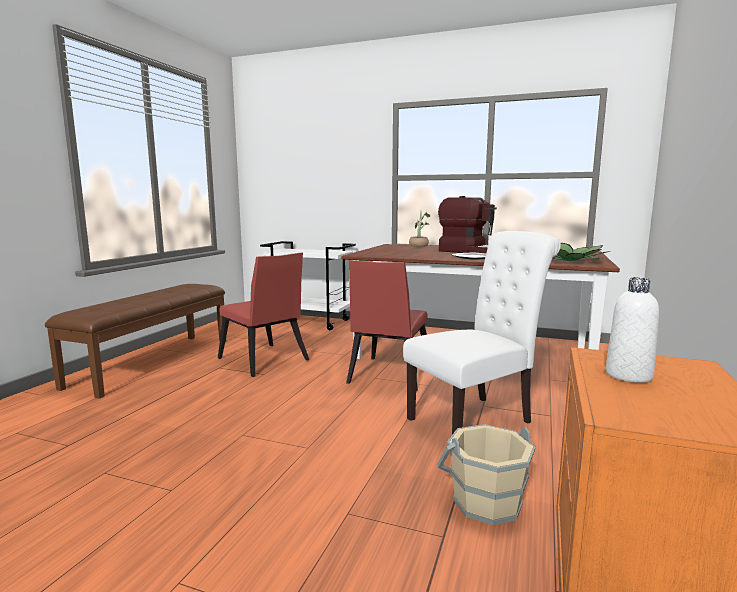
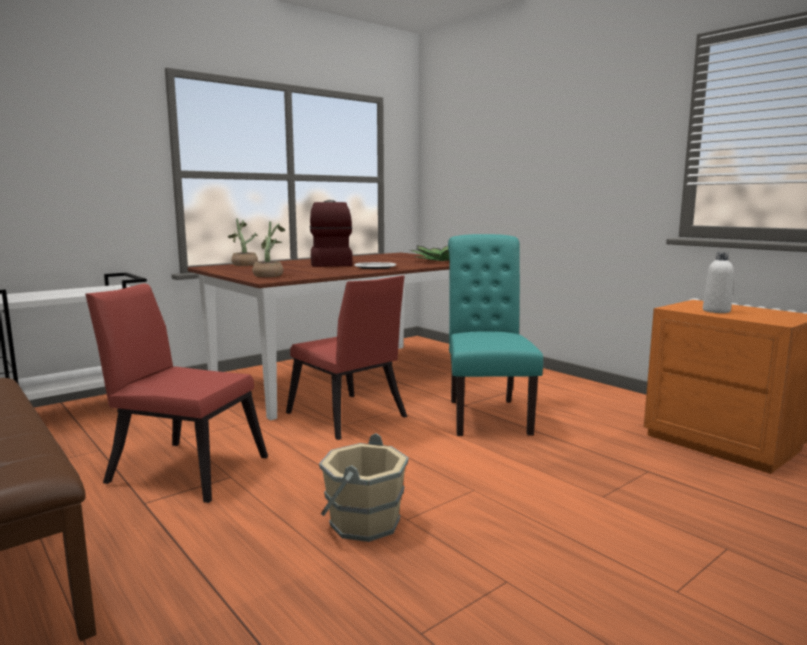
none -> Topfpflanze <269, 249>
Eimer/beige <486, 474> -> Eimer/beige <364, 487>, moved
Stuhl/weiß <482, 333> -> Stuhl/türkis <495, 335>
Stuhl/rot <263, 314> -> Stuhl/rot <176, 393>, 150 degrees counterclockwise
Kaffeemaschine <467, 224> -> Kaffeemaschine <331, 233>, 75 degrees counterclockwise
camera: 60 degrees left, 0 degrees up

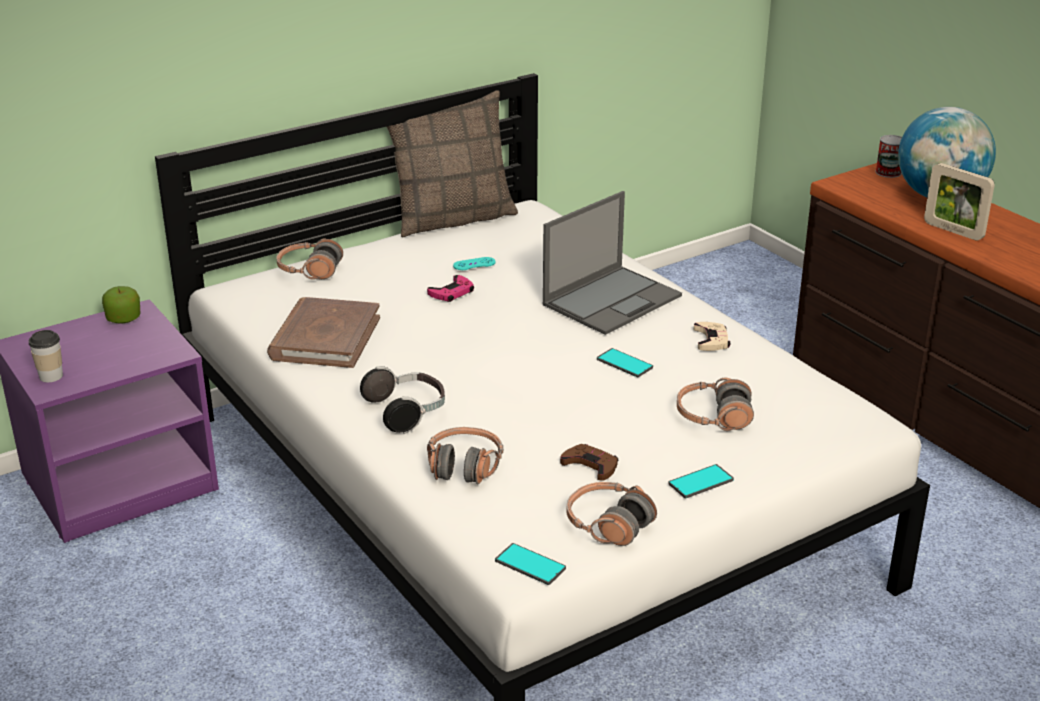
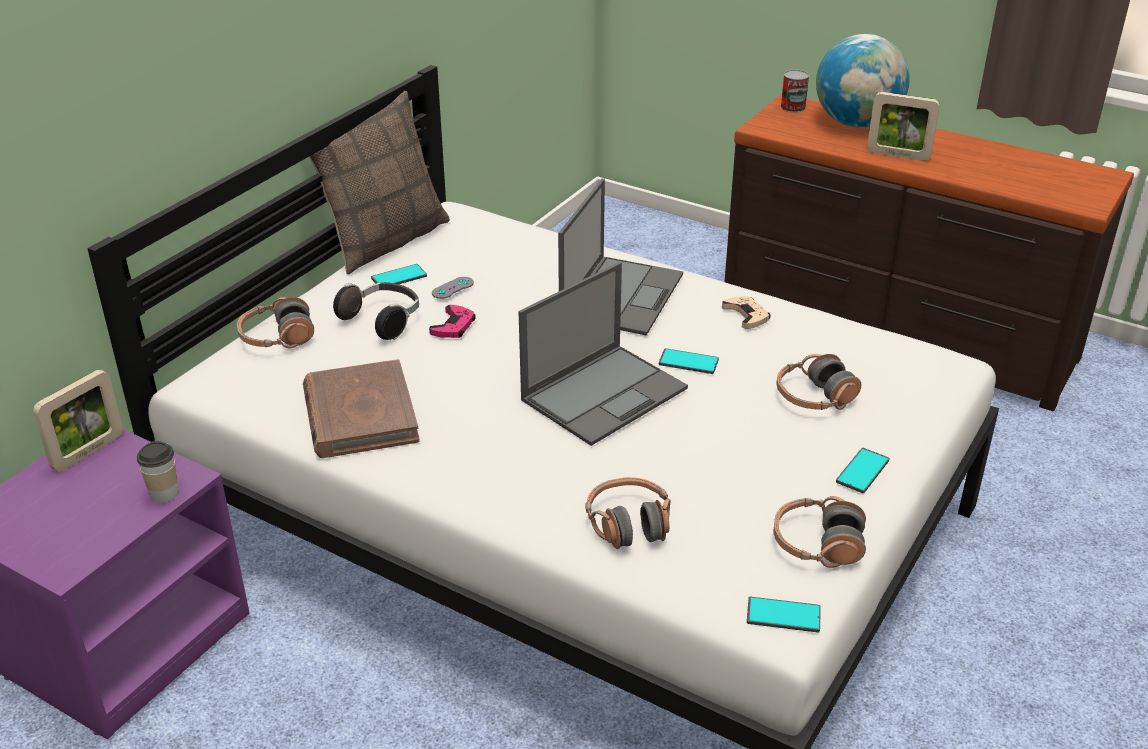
Gamepad/braun <589, 462> -> none
none -> Handy <399, 274>
none -> Laptop <603, 354>
Tasse <45, 356> -> Tasse <157, 472>, moved
Kopfhörer <402, 400> -> Kopfhörer <376, 311>, moved
Apfel <121, 305> -> Bilderrahmen <78, 420>
Gamepad/türkis <474, 263> -> Gamepad/grau <453, 288>
camera: 25 degrees left, 5 degrees up

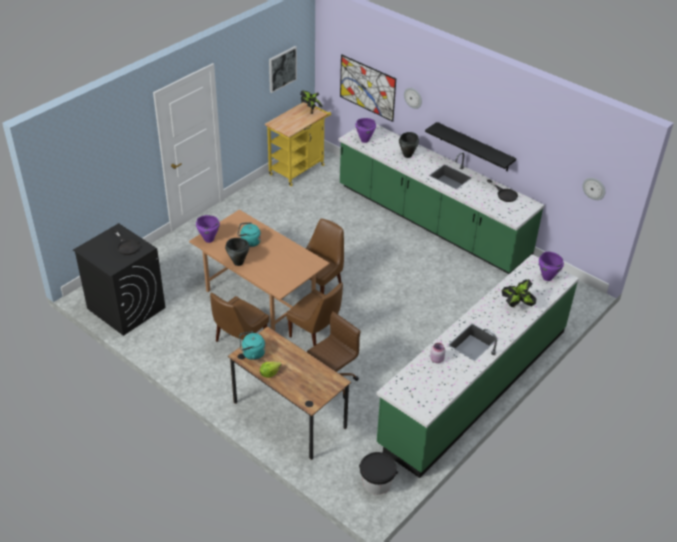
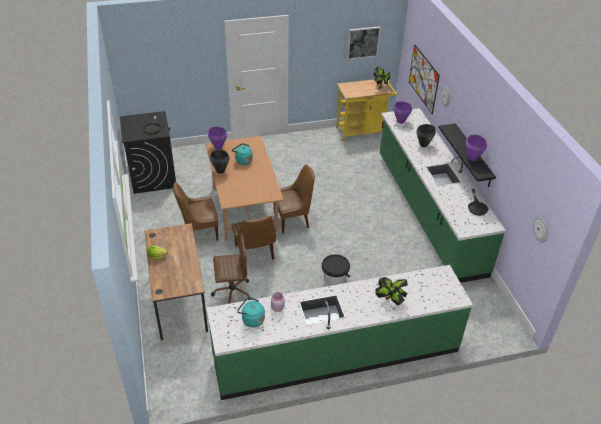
Wasserkessel/türkis <252, 345> -> Wasserkessel/türkis <251, 312>, moved
Eimer/schwarz <378, 473> -> Eimer/schwarz <336, 270>, moved
Kochtopf/lila <551, 266> -> Kochtopf/lila <476, 148>, moved
camera: 35 degrees right, 0 degrees up

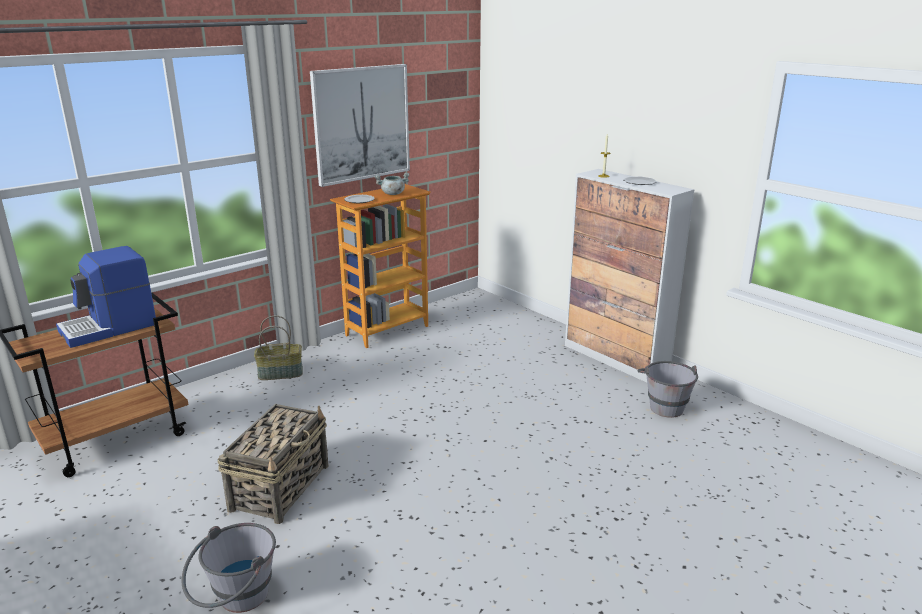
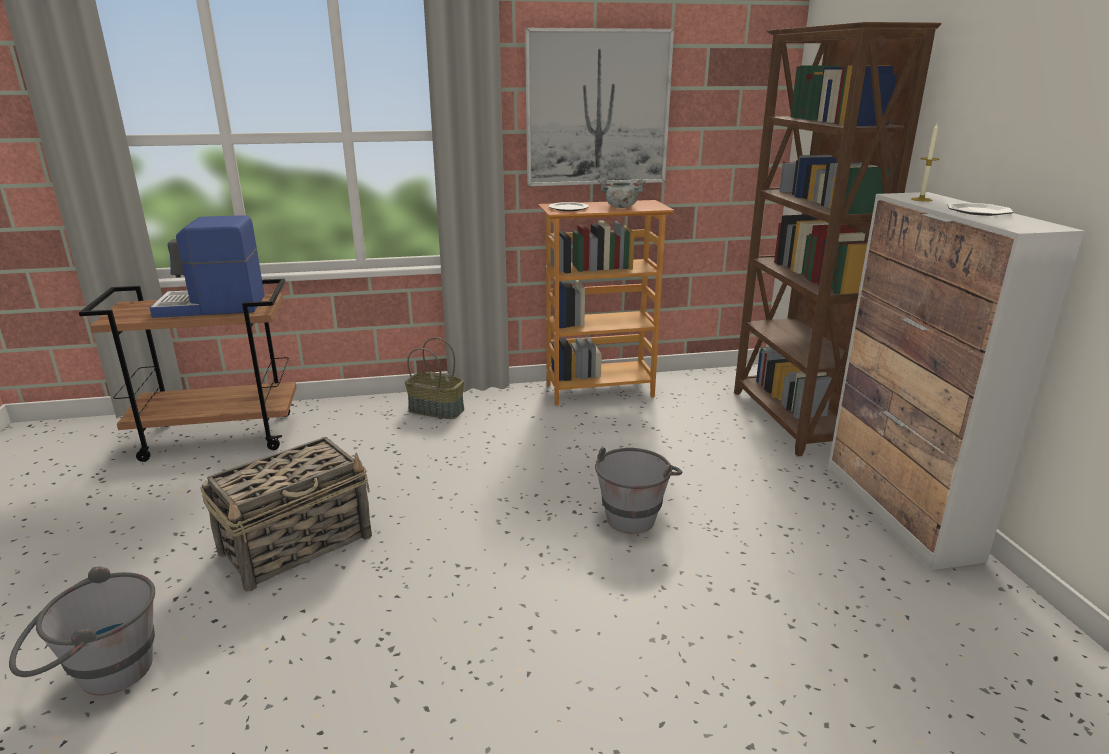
none -> Bücherregal/braun <838, 239>
Eimer/grau <667, 389> -> Eimer/grau <638, 491>, moved
camera: 30 degrees right, 0 degrees up

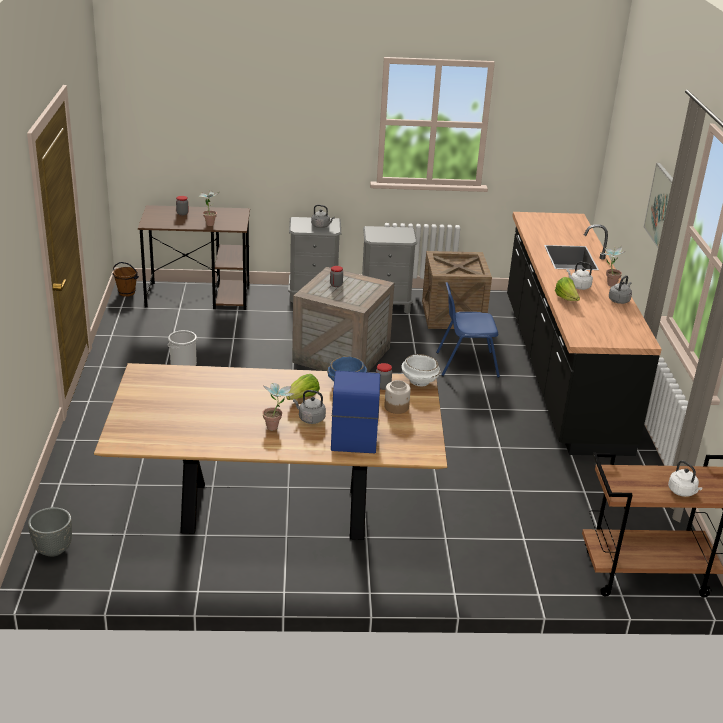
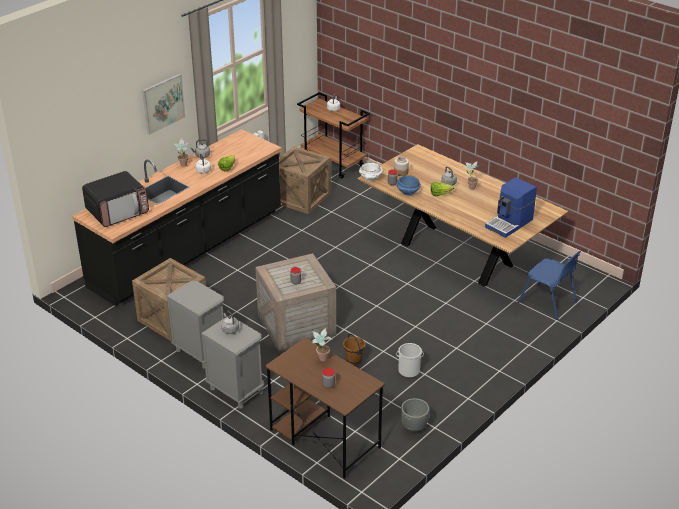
none -> Mikrowelle <115, 199>
none -> Kiste <304, 180>
Pflanzkübel/grau <50, 532> -> Pflanzkübel/grau <415, 415>, moved
Eimer/braun <126, 279> -> Eimer/braun <354, 349>, moved
Kaffeemaschine <355, 412> -> Kaffeemaschine <511, 207>, moved
Stuhl/blau <468, 330> -> Stuhl/blau <549, 285>, moved
camera: 135 degrees left, 5 degrees up

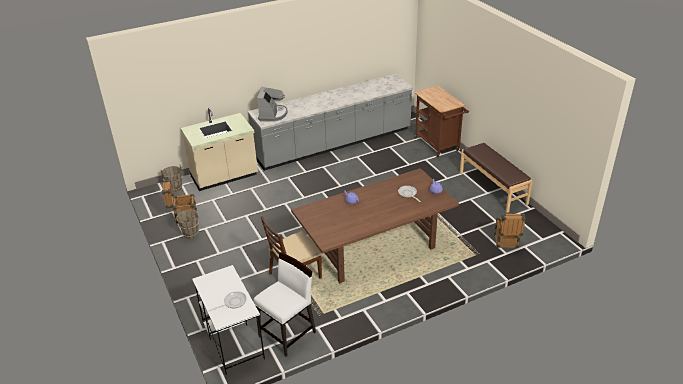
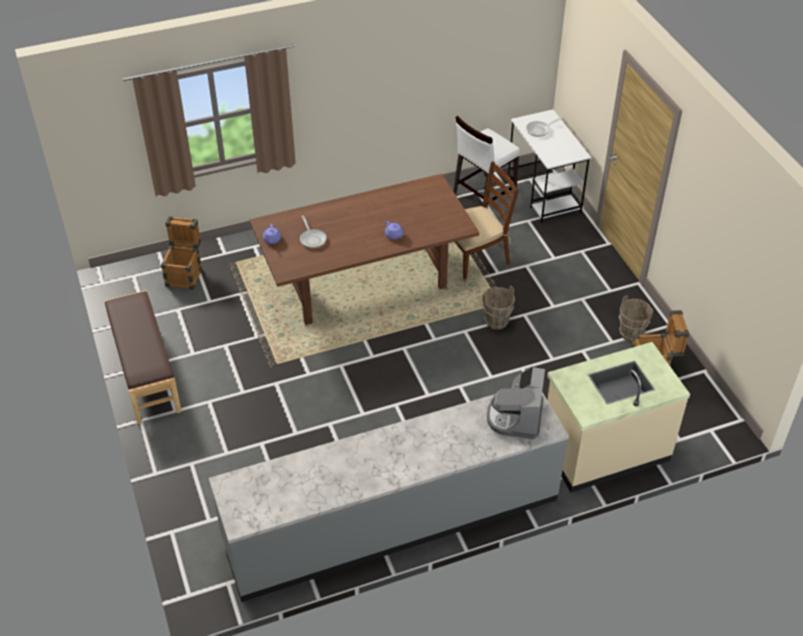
Rollwagen/braun <441, 121> -> none
Eimer/braun <172, 178> -> Eimer/braun <499, 307>, moved
camera: 175 degrees left, 10 degrees up

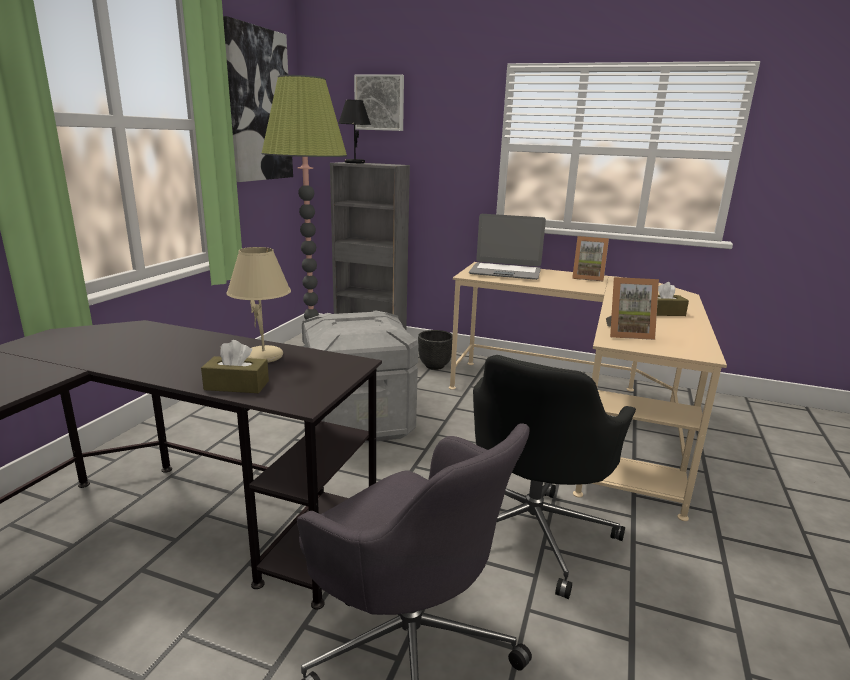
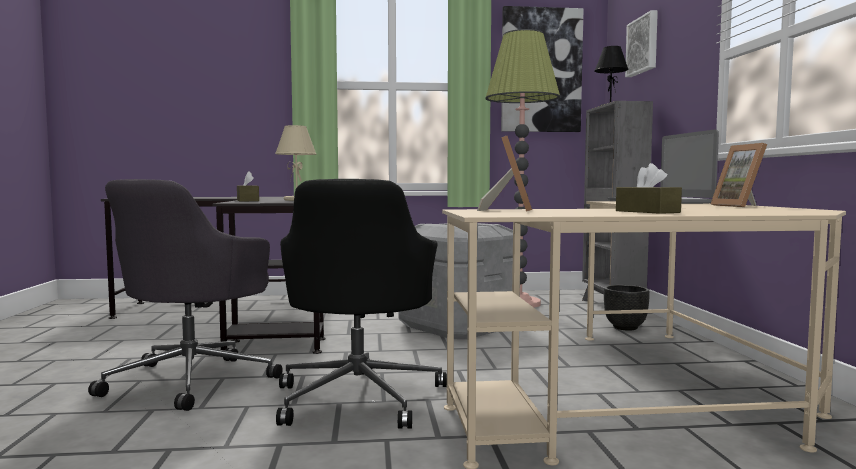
Bürostuhl/schwarz <554, 477> -> Bürostuhl/schwarz <361, 304>, 90 degrees counterclockwise
Bilderrahmen <632, 308> -> Bilderrahmen <504, 174>, 150 degrees counterclockwise
camera: 65 degrees right, 15 degrees down

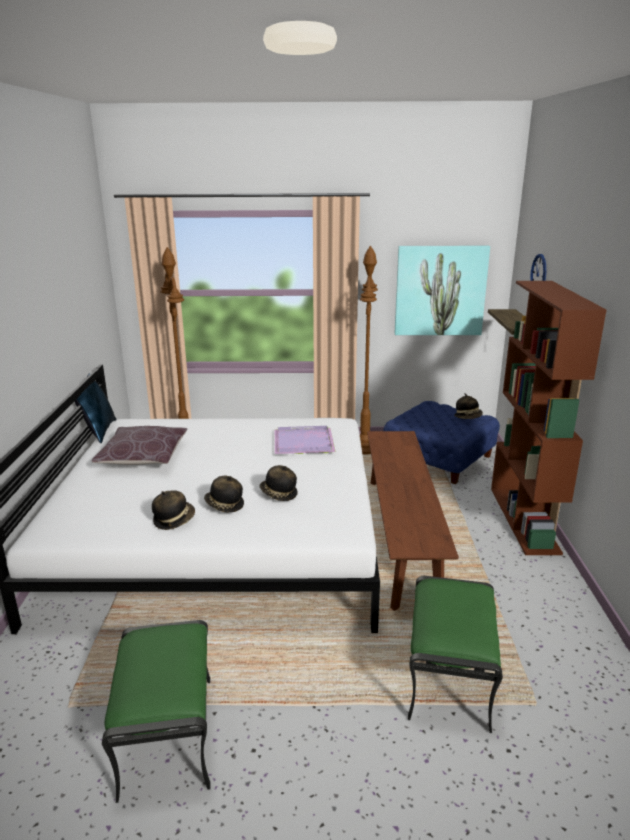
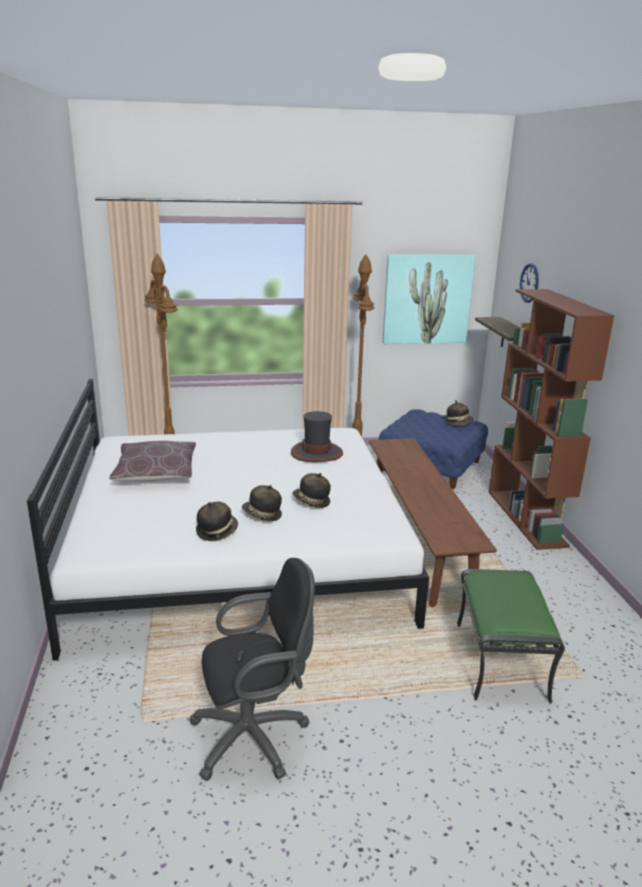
Kissen/blau <95, 408> -> none
Polsterhocker/grün <156, 711> -> Bürostuhl/schwarz <252, 669>
Tablett/lila <305, 440> -> Hut <317, 436>
camera: 10 degrees left, 0 degrees up

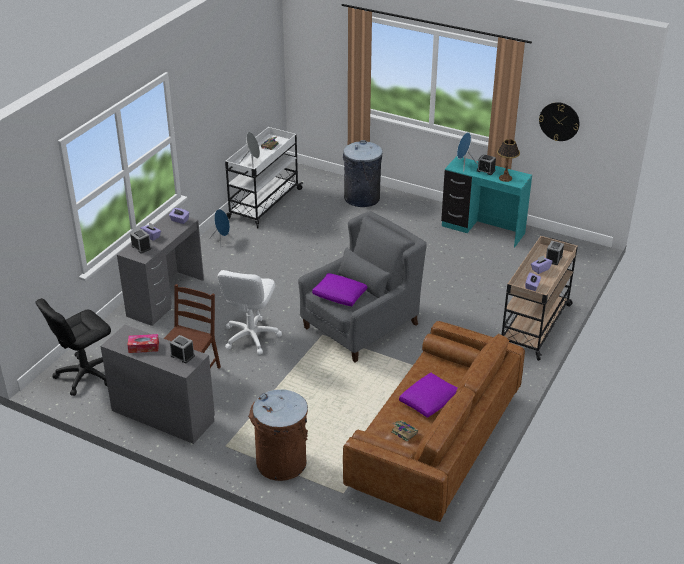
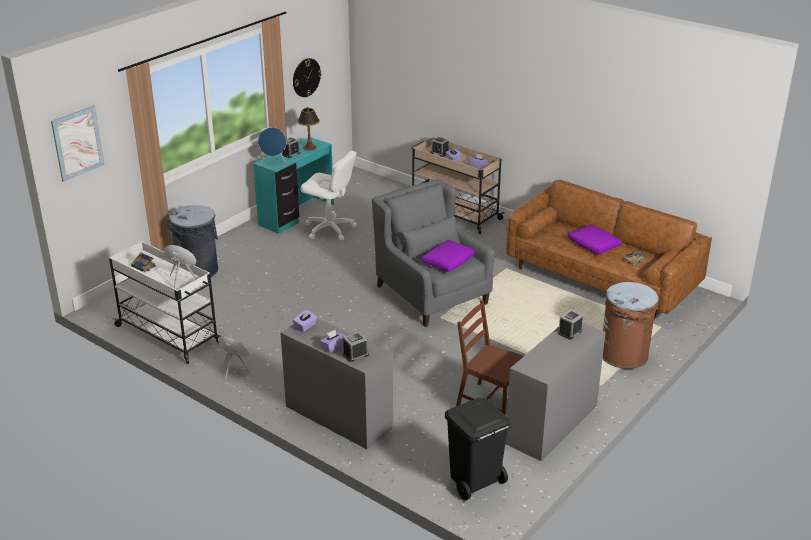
Taschentuchbox <143, 343> -> none
none -> Bild <78, 143>
Bürostuhl/weiß <250, 312> -> Bürostuhl/weiß <329, 195>, moved
Bürostuhl/schwarz <73, 347> -> Mülleimer/schwarz <478, 449>
camera: 80 degrees left, 5 degrees down

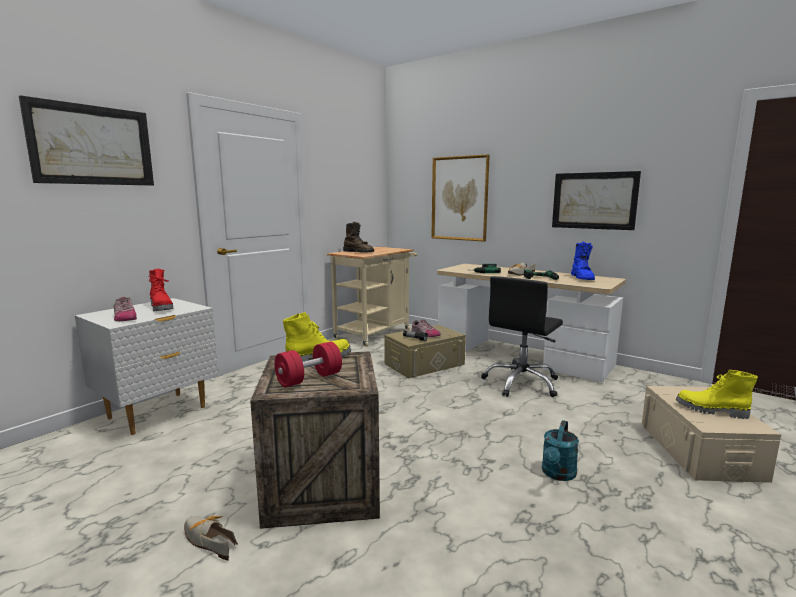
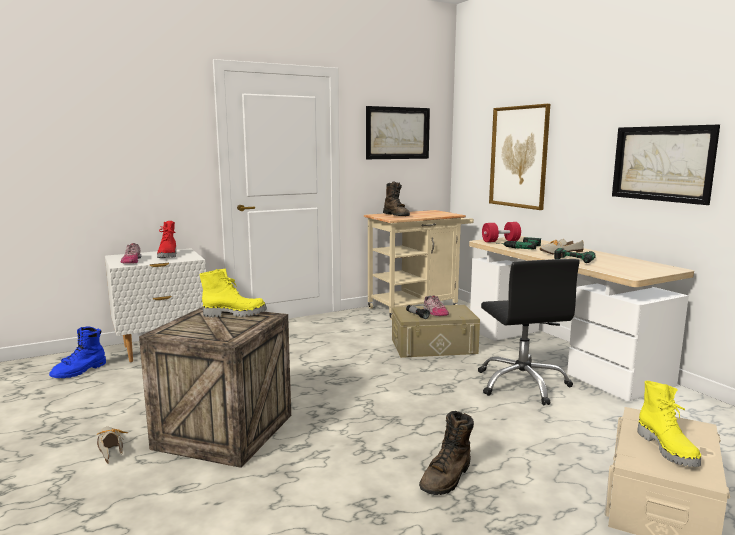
Bild <86, 140> -> Bild <398, 132>, moved
Hantel/rot <308, 364> -> Hantel/rot <501, 232>, moved
Stiefel/blau <583, 261> -> Stiefel/blau <77, 352>, moved
Gießkanne/türkis <560, 450> -> Stiefel/braun <446, 453>
Bürostuhl/schwarz <522, 336> -> Bürostuhl/schwarz <529, 332>, 75 degrees counterclockwise
Stiefel/gelb <717, 394> -> Stiefel/gelb <669, 424>, 150 degrees counterclockwise
camera: 25 degrees right, 0 degrees up

